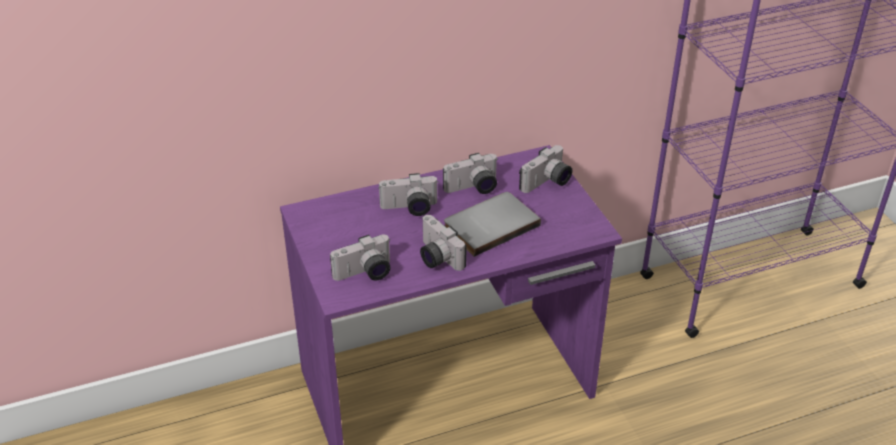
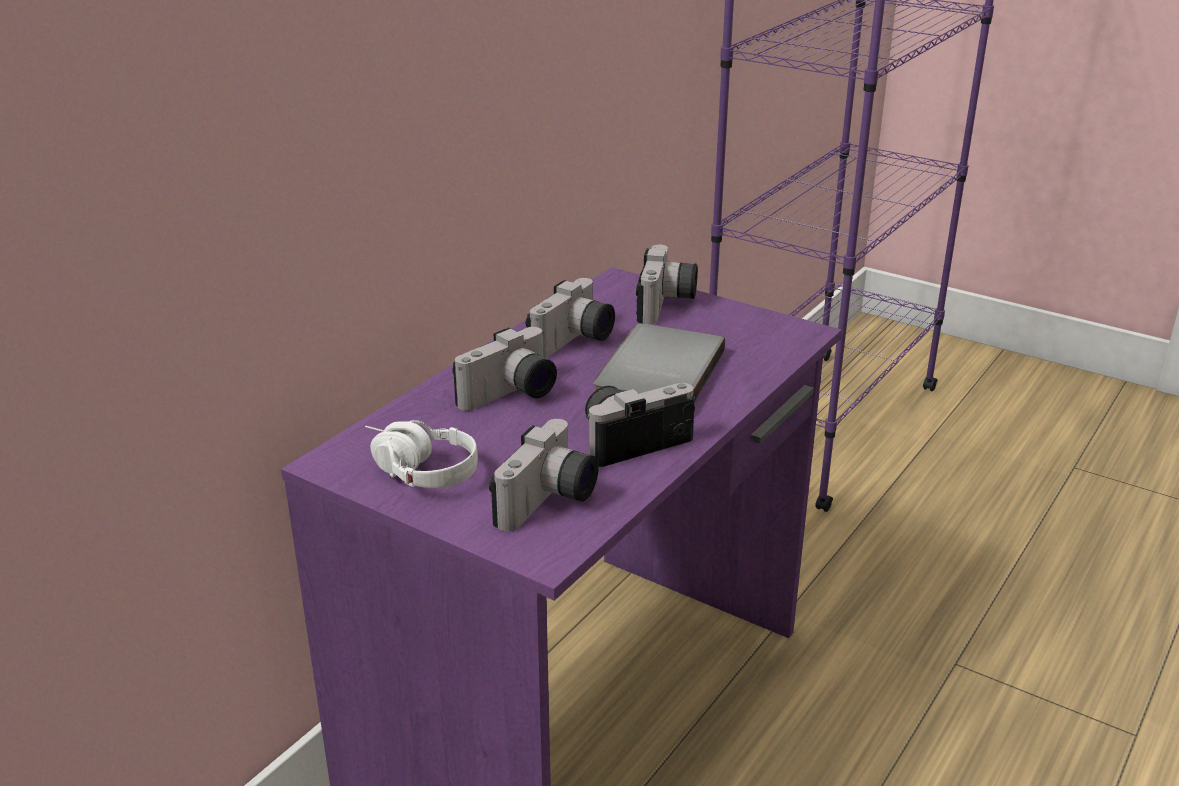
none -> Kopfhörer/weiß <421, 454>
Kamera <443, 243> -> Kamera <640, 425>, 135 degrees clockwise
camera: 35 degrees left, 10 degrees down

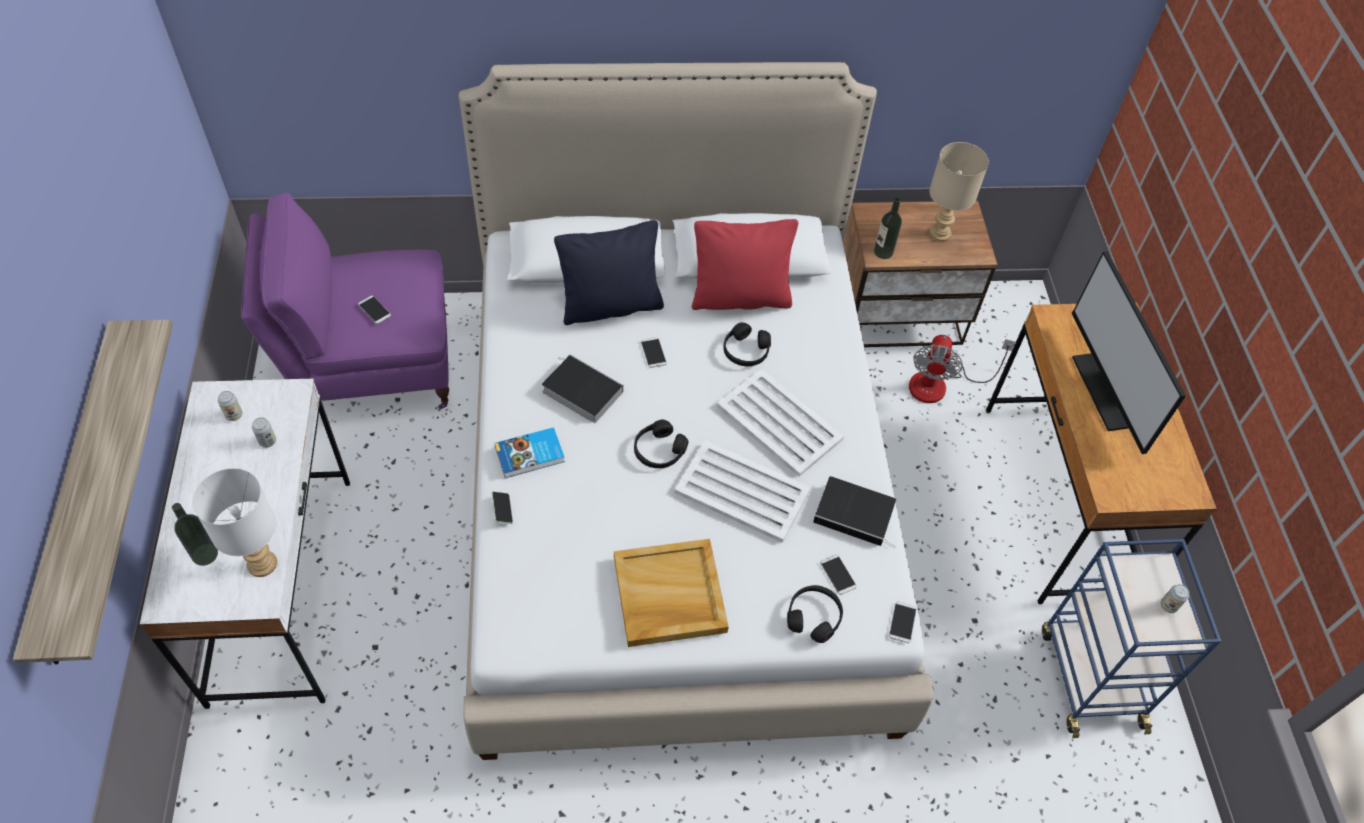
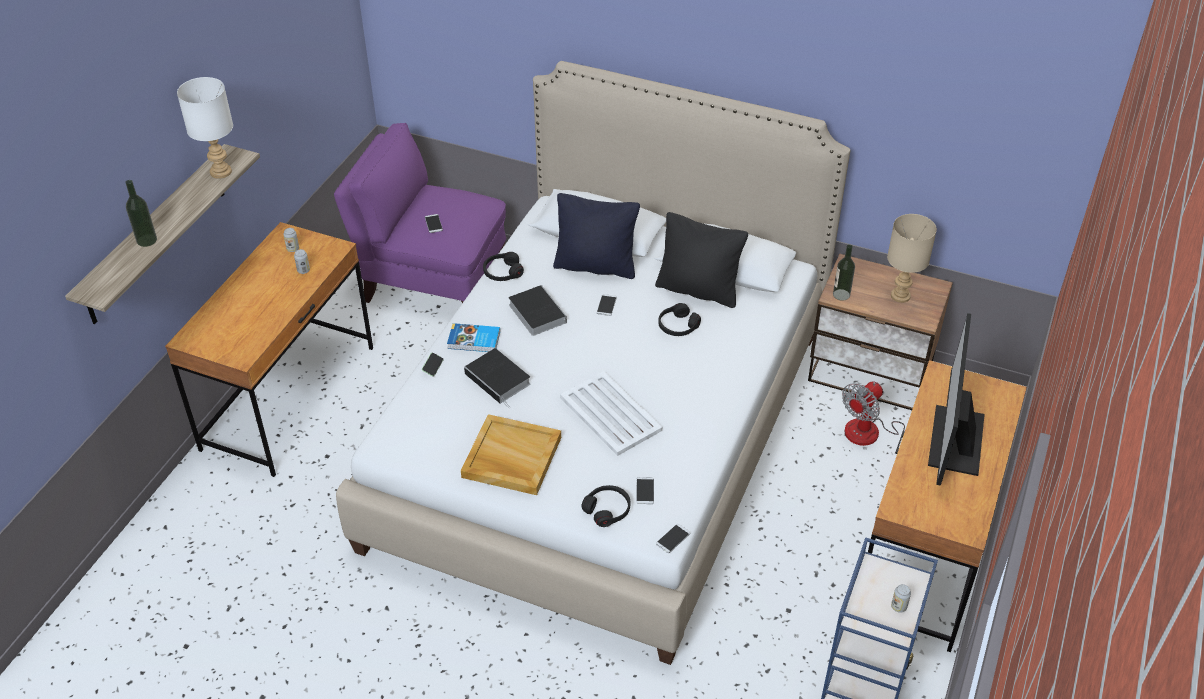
Tablett/weiß <780, 423> -> none
Flasche <195, 534> -> Flasche <141, 213>, moved
Tischlampe/weiß <234, 522> -> Tischlampe/weiß <205, 128>, moved
Kopfhörer/schwarz <661, 444> -> Kopfhörer/schwarz <503, 266>, moved
Buch <854, 512> -> Buch <497, 378>, moved
Schreibtisch/weiß <245, 543> -> Schreibtisch/braun <269, 349>
Kissen/rot <745, 264> -> Kissen/schwarz <701, 260>
camera: 30 degrees right, 10 degrees down

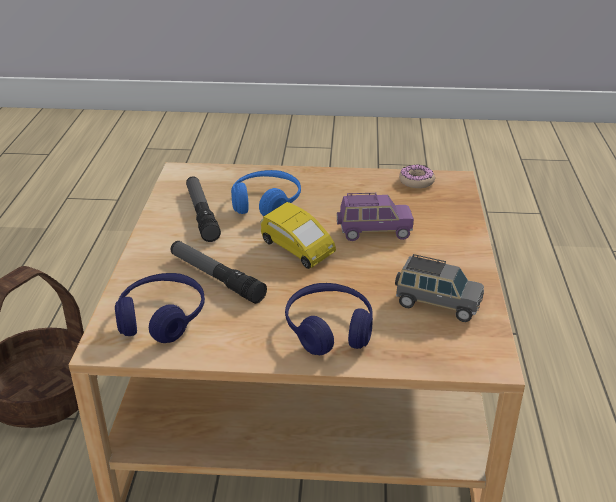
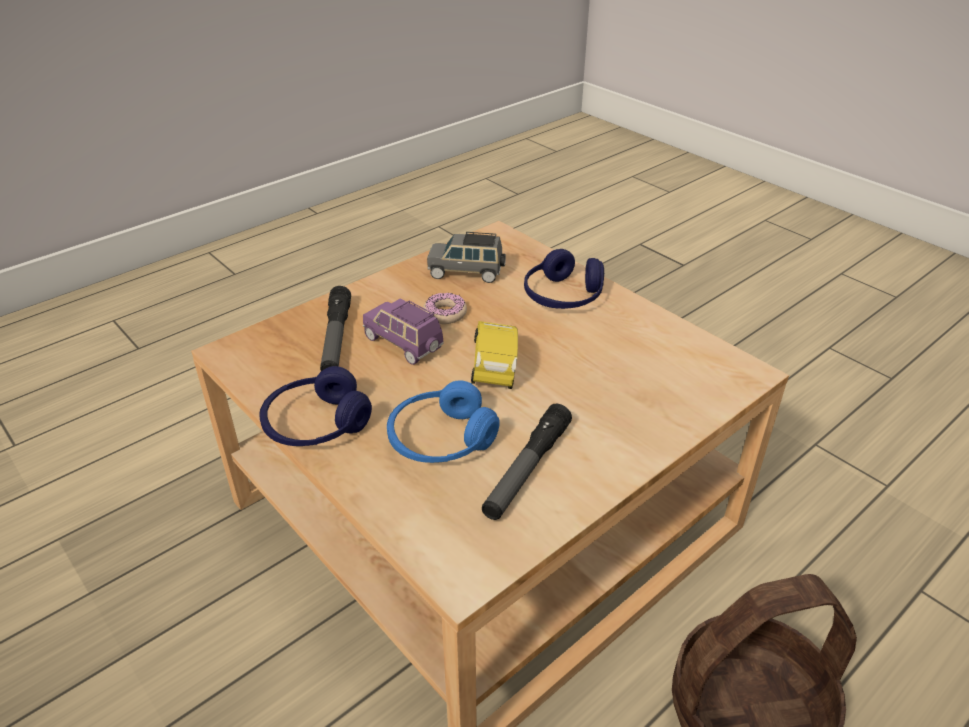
Kopfhörer/blau <160, 308> -> Kopfhörer/blau <315, 406>, moved
Taschenlampe <219, 272> -> Taschenlampe <335, 328>, moved
Donut <417, 176> -> Donut <445, 308>, moved
Spielzeugauto/grau <439, 288> -> Spielzeugauto/grau <466, 257>, 60 degrees counterclockwise
camera: 135 degrees left, 5 degrees up

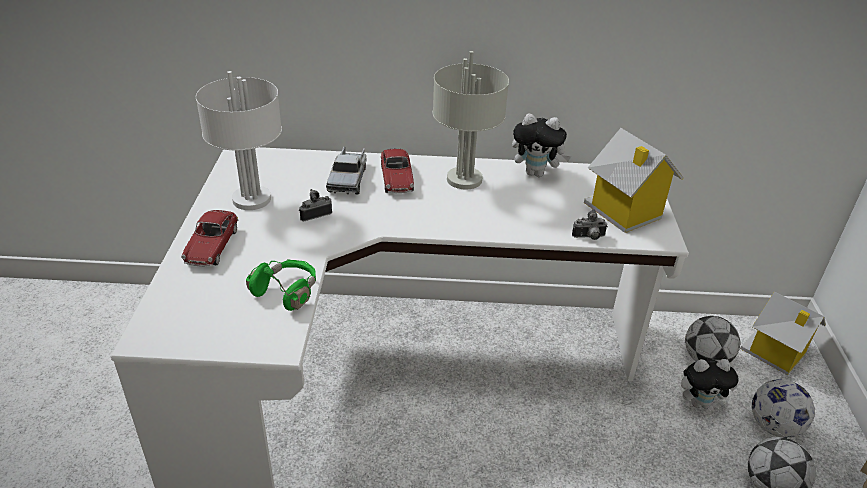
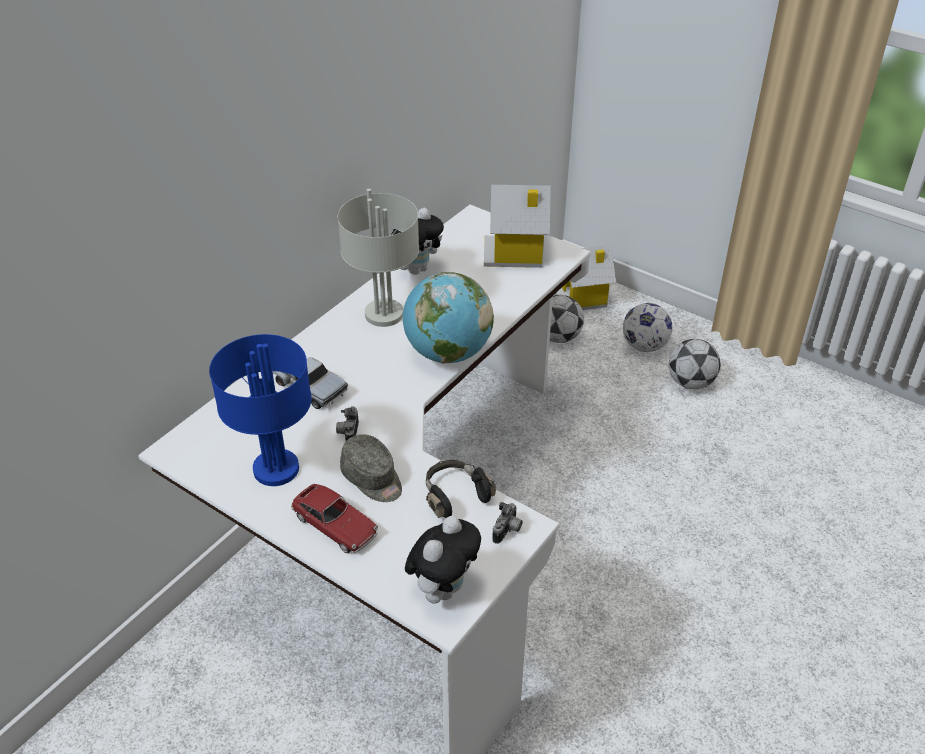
Spielzeugauto <397, 171> -> none
none -> Kappe/grau <371, 468>
none -> Globus <448, 318>
Kamera <590, 224> -> Kamera <507, 523>, moved
Plüschtier <710, 383> -> Plüschtier <443, 560>, moved
Tischlampe/weiß <239, 140> -> Tischlampe/blau <260, 410>
Kopfhörer/grün <281, 285> -> Kopfhörer/schwarz <461, 489>
camera: 55 degrees left, 5 degrees up

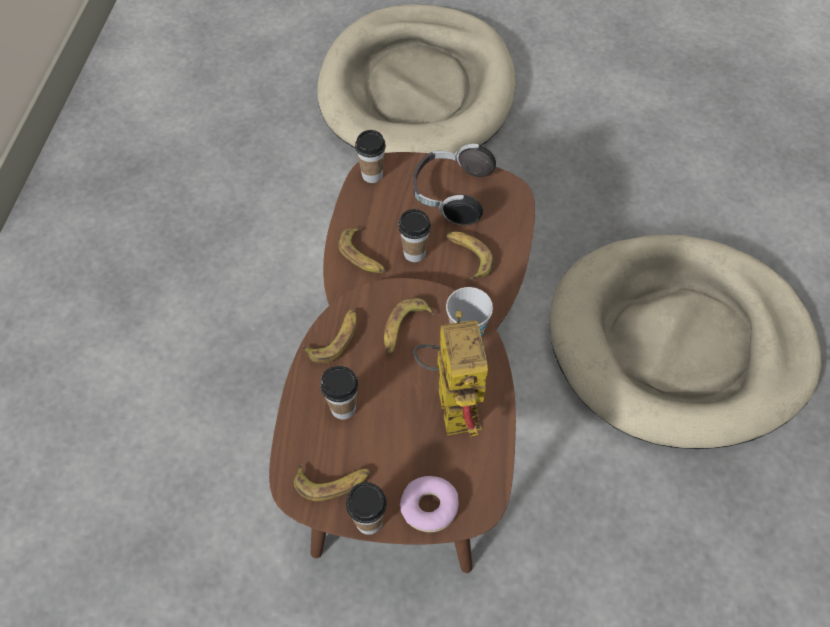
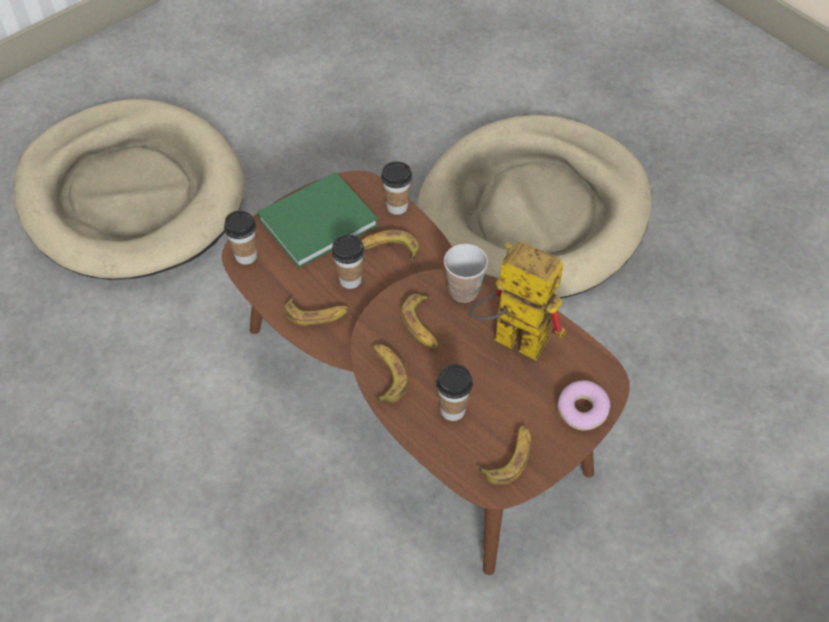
Tasse <366, 508> -> Tasse <396, 188>, moved
Kopfhörer <454, 184> -> Buch/grün <317, 220>
camera: 50 degrees left, 5 degrees down

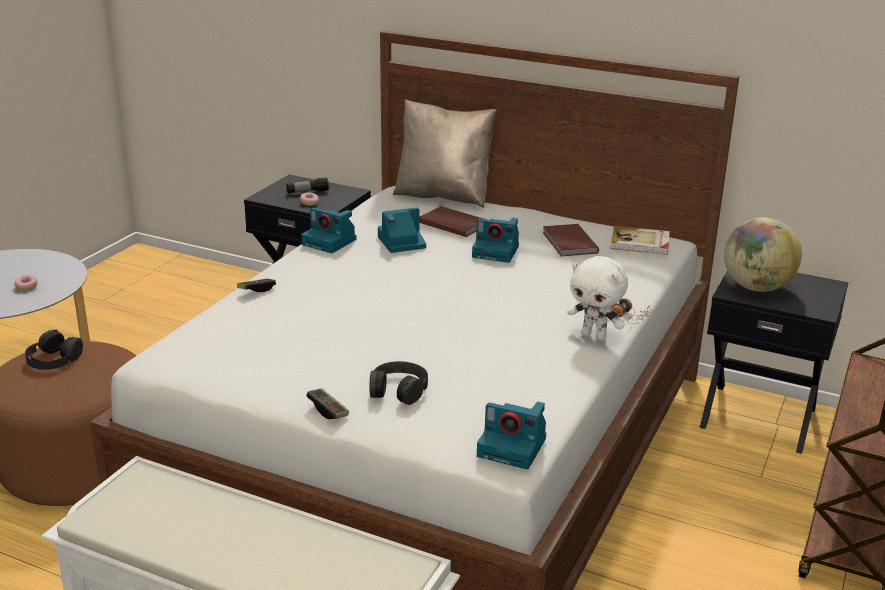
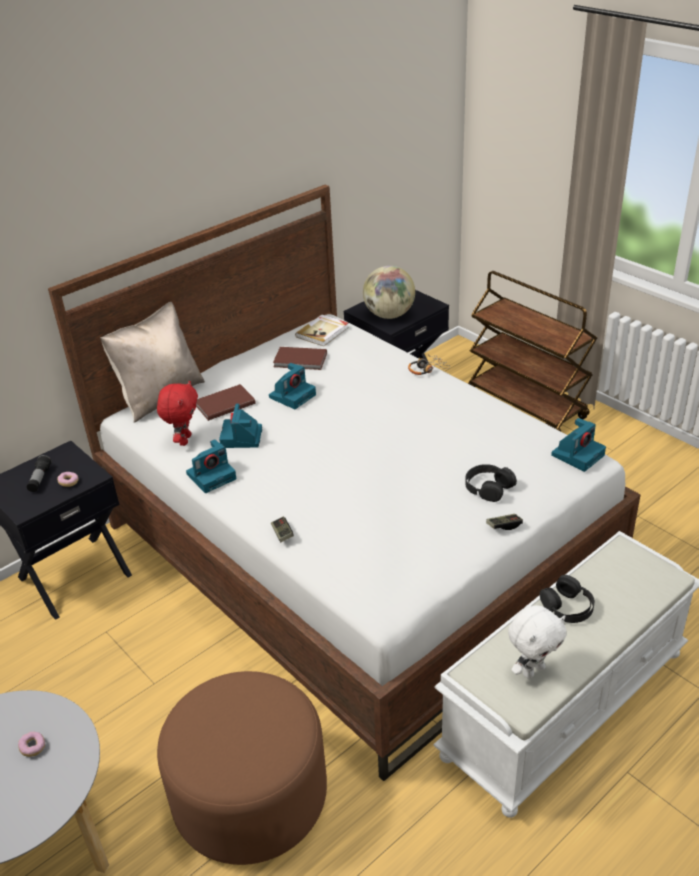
none -> Plüschtier/rot <177, 413>
Kopfhörer/schwarz <54, 350> -> Kopfhörer/schwarz <567, 599>, moved
Plüschtier/weiß <598, 298> -> Plüschtier/weiß <537, 642>, moved
camera: 65 degrees left, 10 degrees up

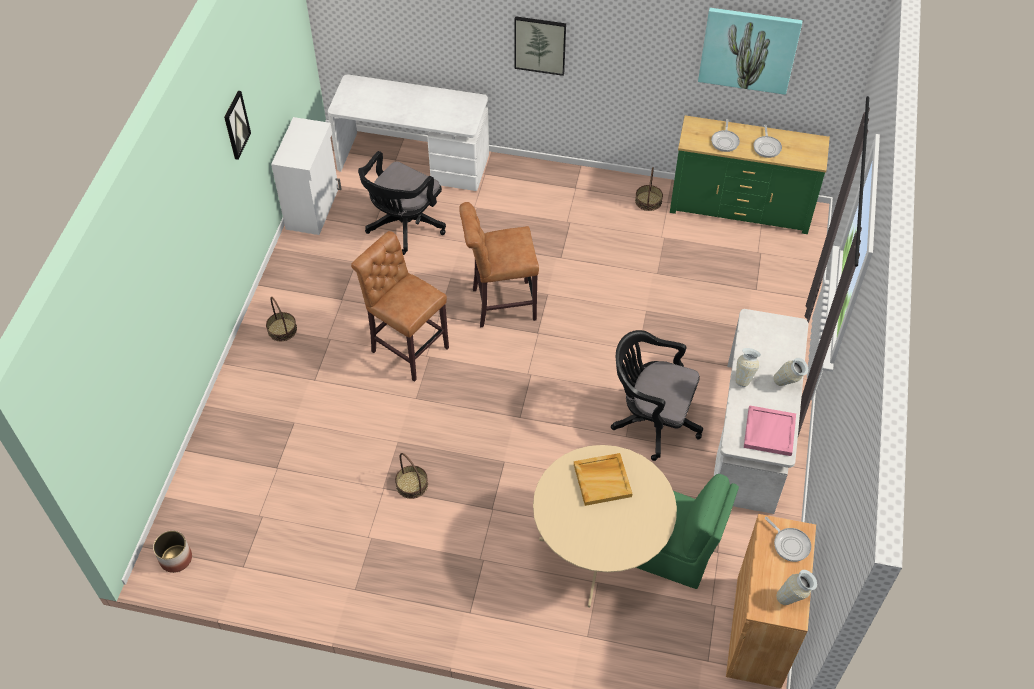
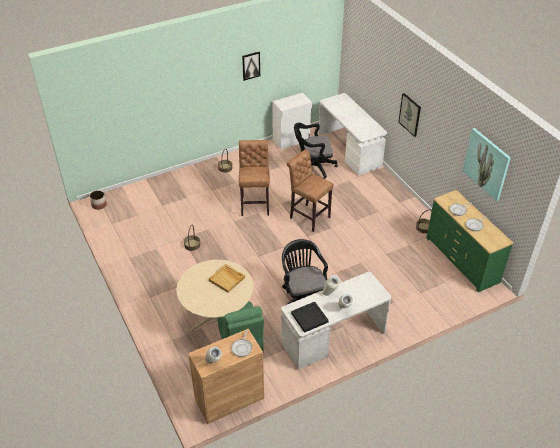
Tablett/rosa <770, 430> -> Tablett/schwarz <310, 317>
camera: 50 degrees right, 10 degrees down

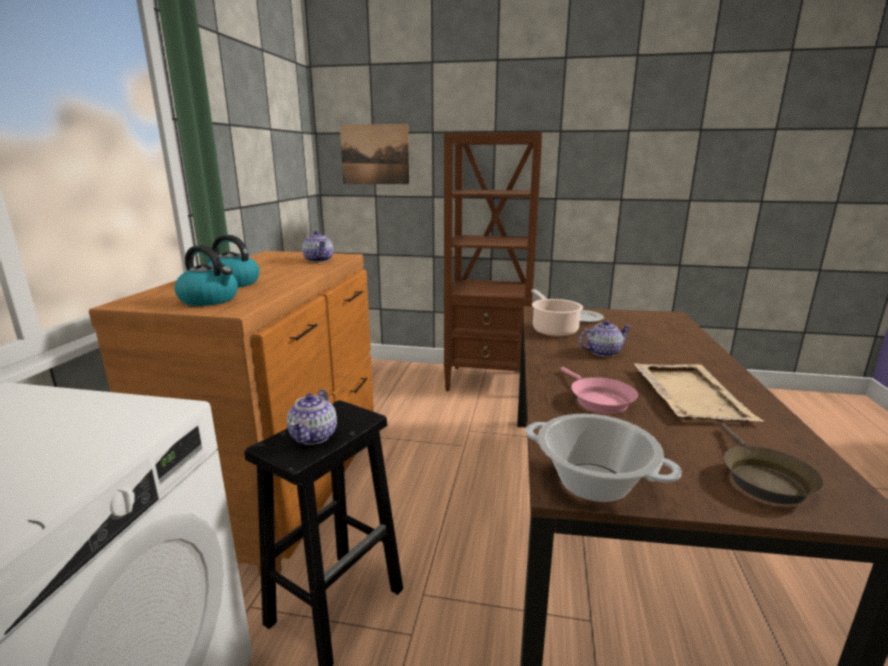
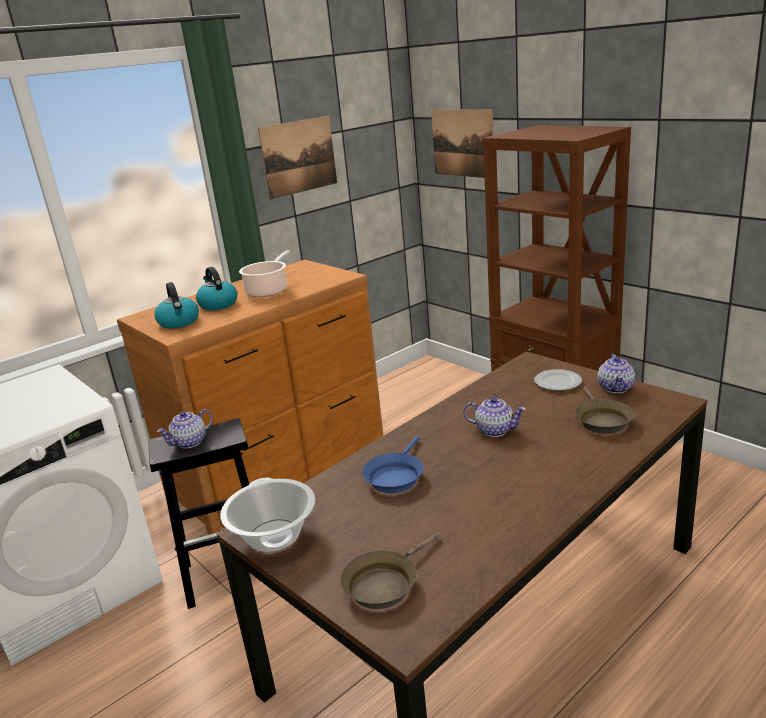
Tablett/beige <698, 392> -> none
none -> Bild <297, 158>
none -> Pfanne/braun <604, 410>
Teekanne <317, 246> -> Teekanne <616, 373>, moved
Kochtopf <557, 312> -> Kochtopf <264, 274>, moved
Pfanne/rosa <599, 390> -> Pfanne/blau <393, 464>
camera: 40 degrees right, 5 degrees up

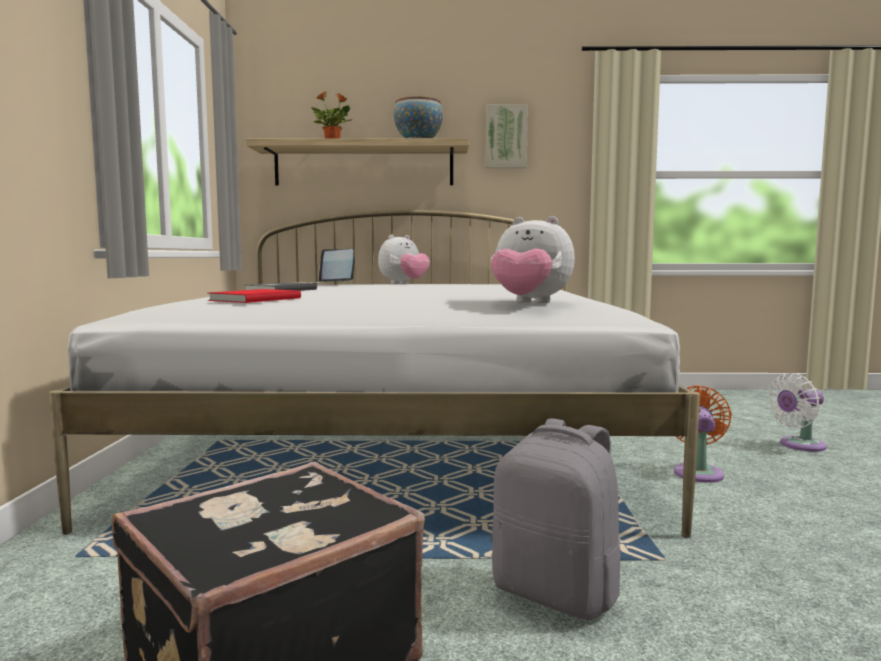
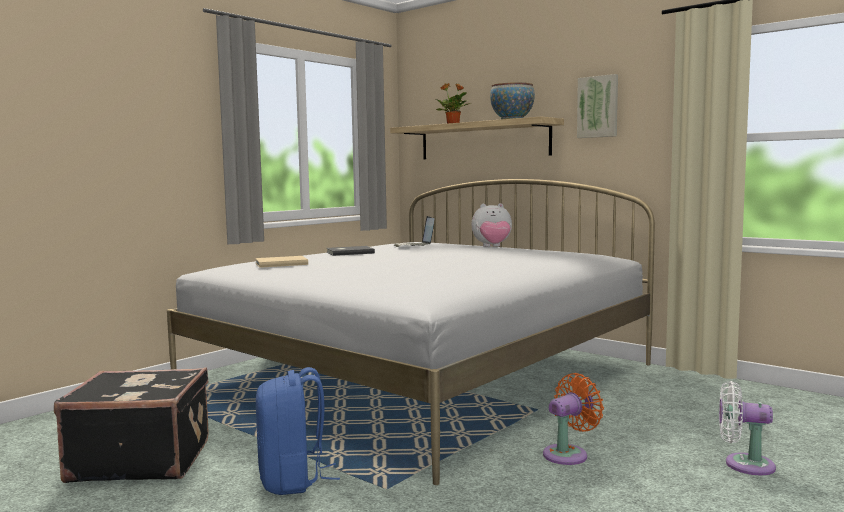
Plüschtier <533, 259> -> none
Buch/rot <254, 296> -> Buch/beige <281, 262>
Rucksack/grau <555, 519> -> Rucksack/blau <298, 431>
camera: 40 degrees right, 0 degrees up

